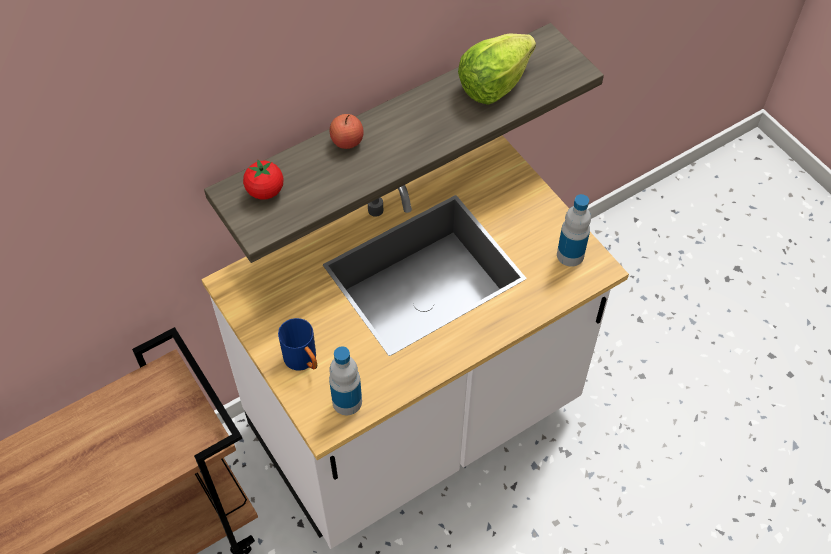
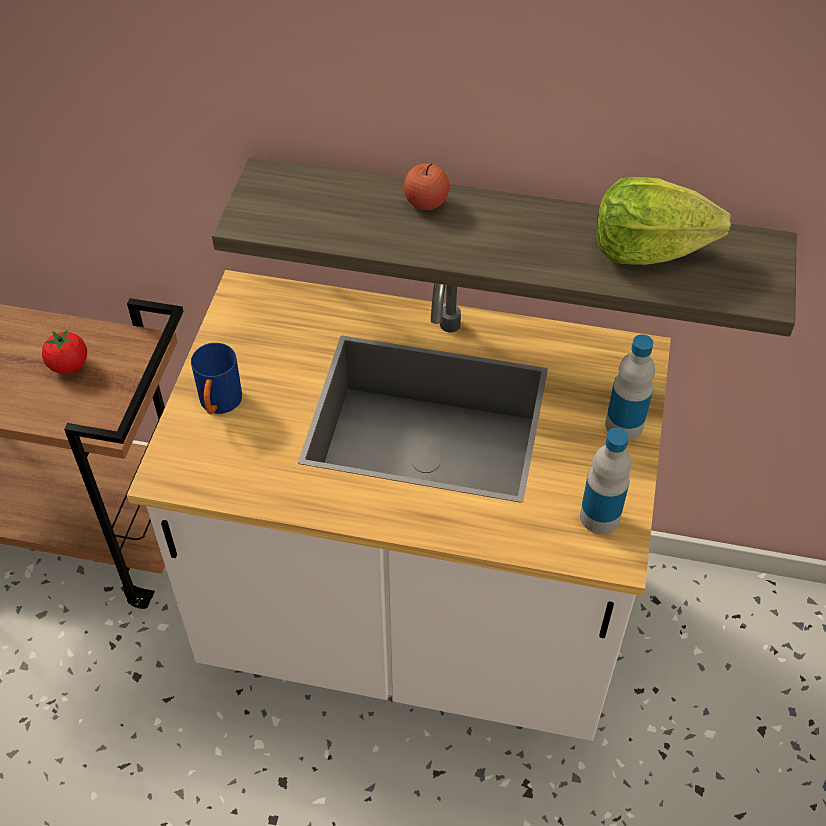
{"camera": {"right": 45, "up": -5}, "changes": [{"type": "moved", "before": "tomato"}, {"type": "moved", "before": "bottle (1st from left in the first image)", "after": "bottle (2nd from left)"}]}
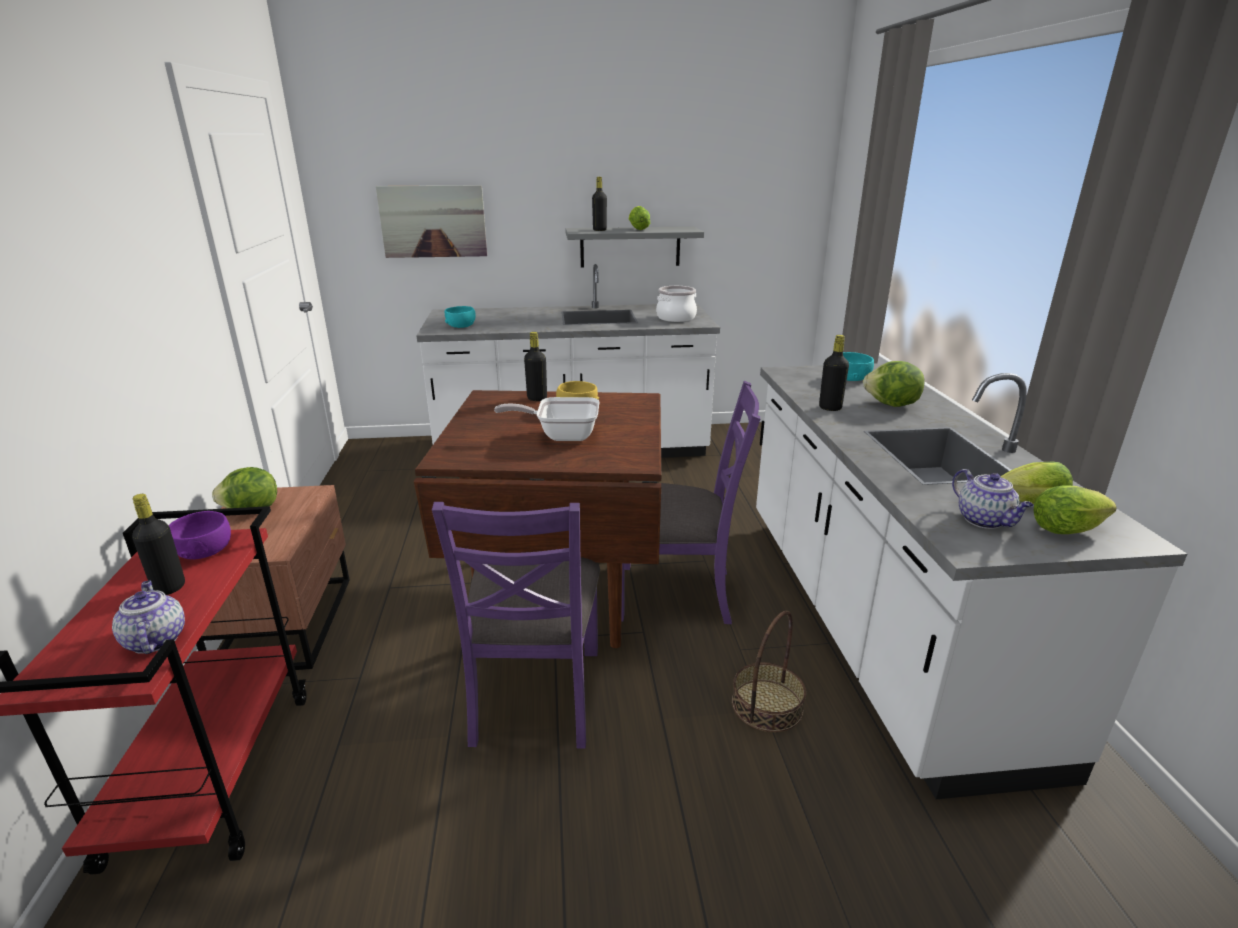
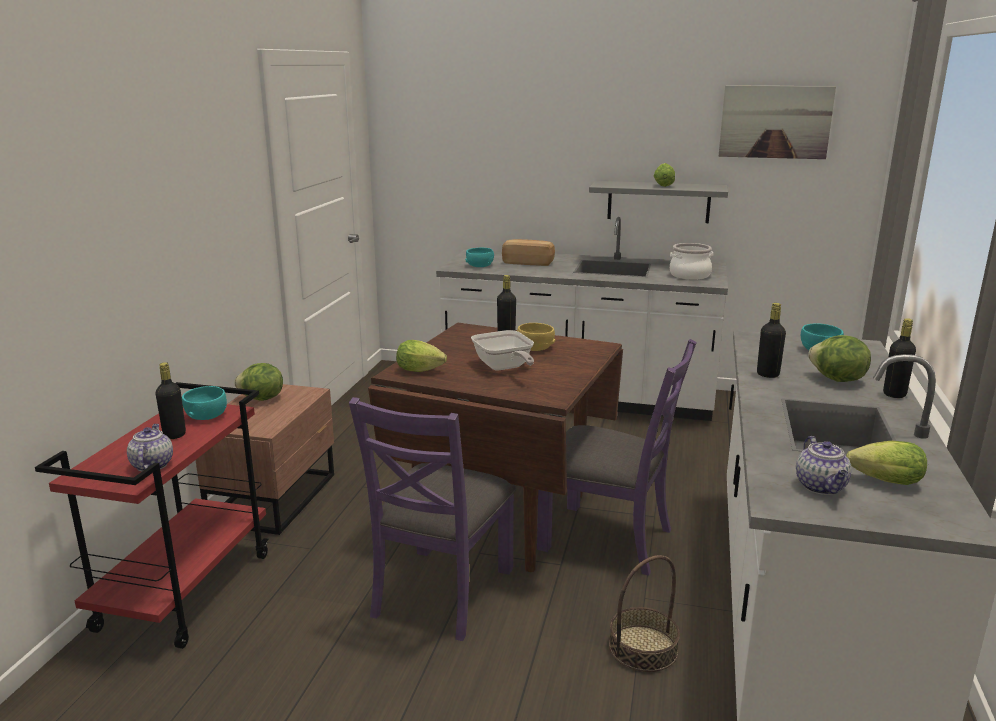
{"camera": {"right": 20, "up": -5}, "changes": [{"type": "added", "after": "bread"}, {"type": "moved", "before": "picture"}, {"type": "moved", "before": "black bottle (3rd from left in the first image)", "after": "black bottle (4th from left)"}, {"type": "moved", "before": "lettuce (5th from left in the first image)", "after": "lettuce (2nd from left)"}, {"type": "recoloured", "before": "purple bowl", "after": "turquoise bowl (1st from left)"}, {"type": "turned", "before": "frying pan", "turn": -135}]}
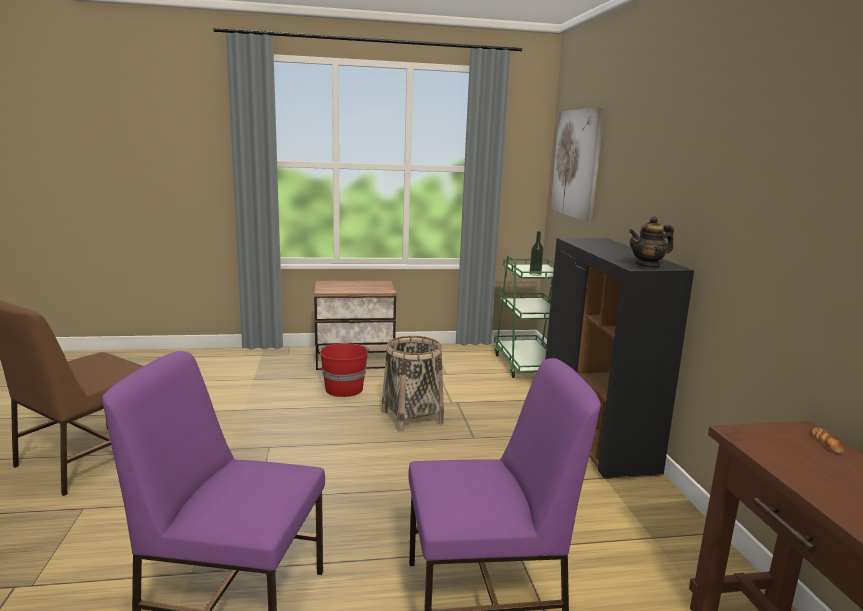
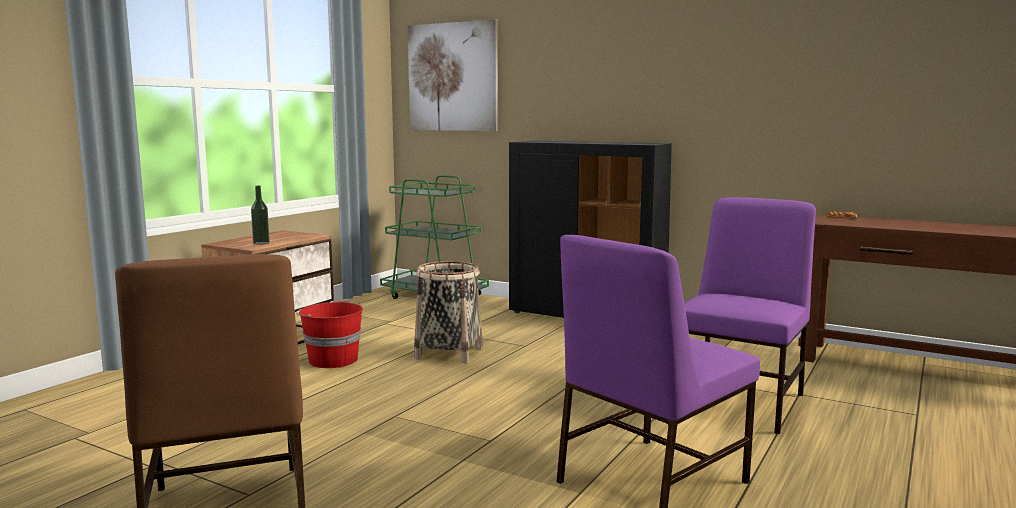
{"camera": {"right": -50, "up": -5}, "changes": [{"type": "removed", "before": "teapot"}, {"type": "moved", "before": "bottle"}]}
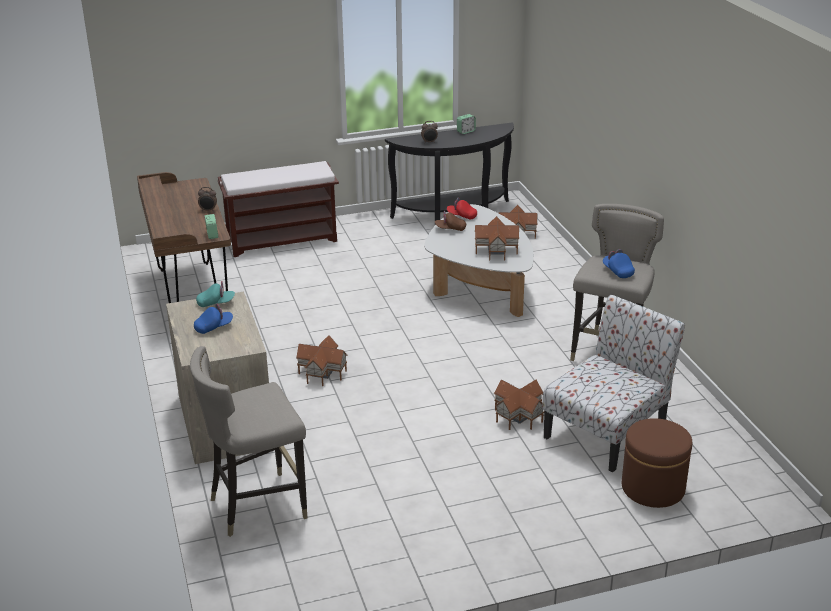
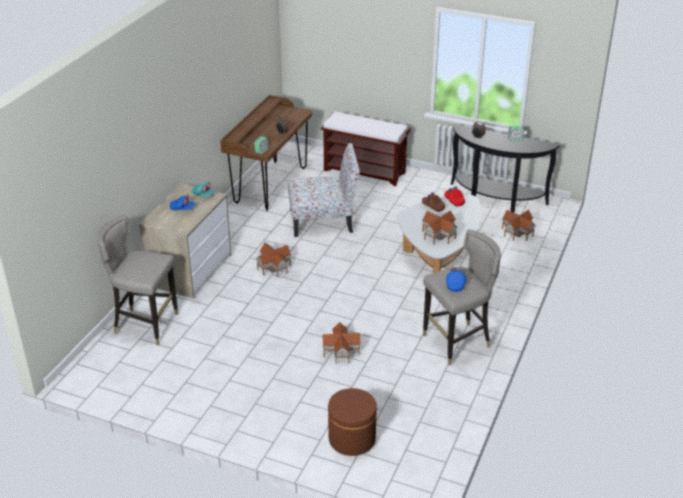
{"camera": {"right": 40, "up": 5}, "changes": [{"type": "moved", "before": "chair"}]}
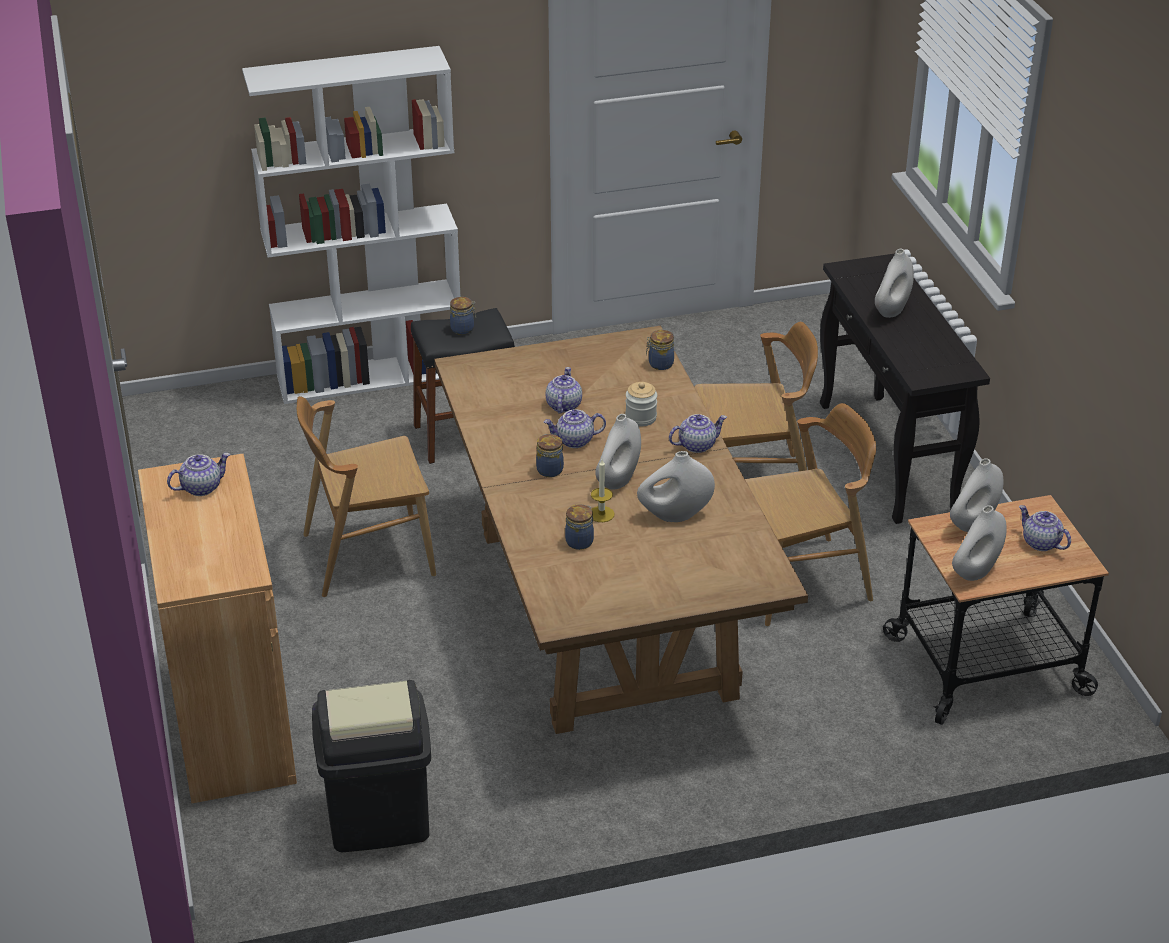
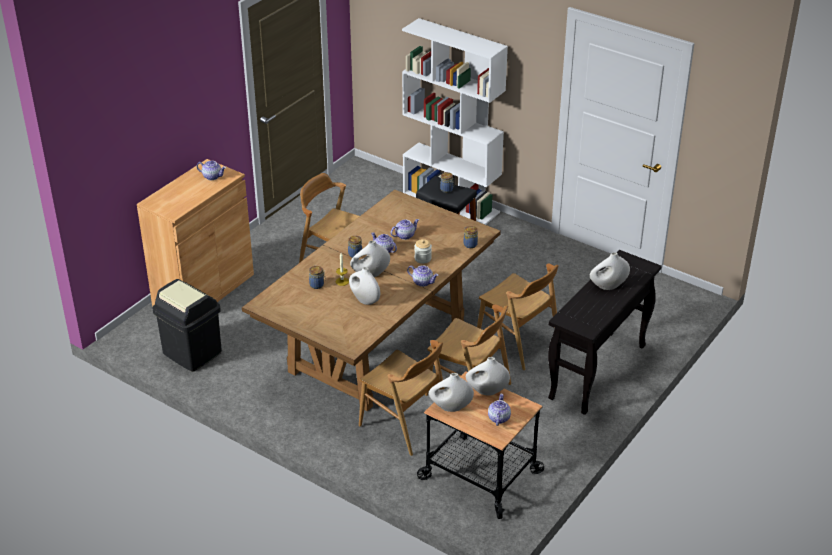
{"camera": {"right": 50, "up": 0}, "changes": [{"type": "added", "after": "brown chair (2nd from left)"}]}
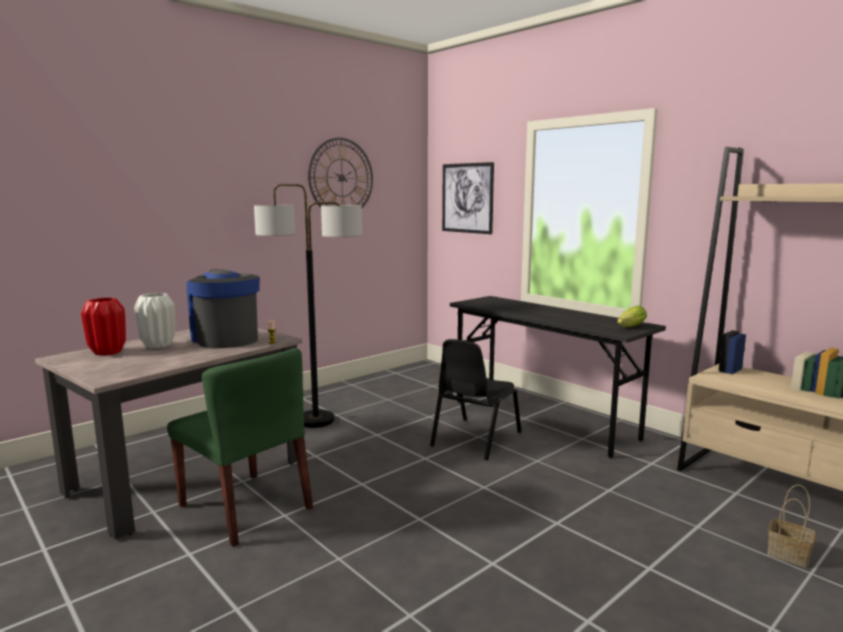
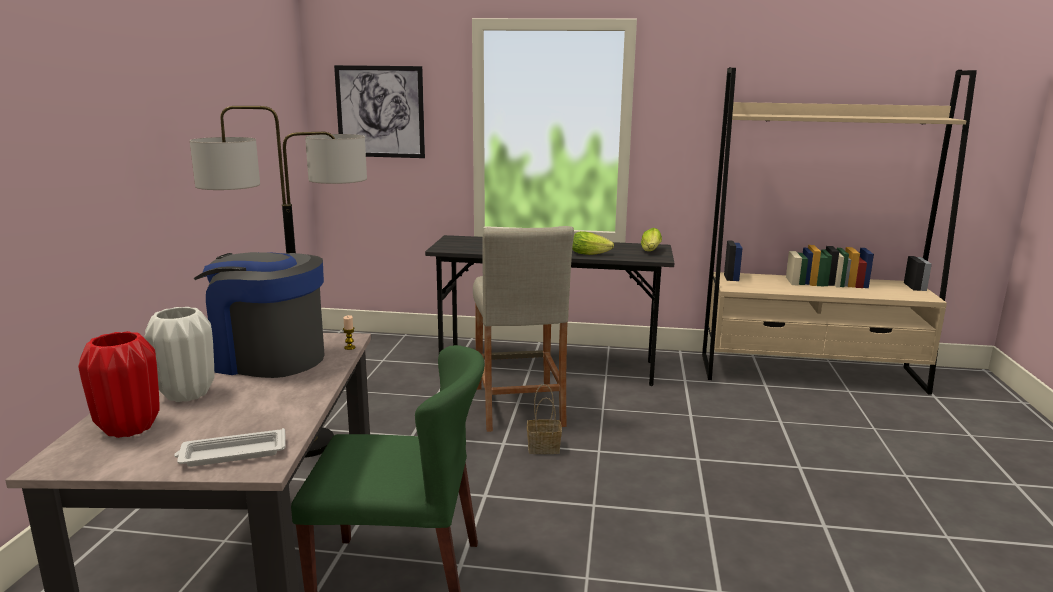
{"camera": {"right": -40, "up": 5}, "changes": [{"type": "removed", "before": "wall clock"}, {"type": "added", "after": "white tray"}, {"type": "added", "after": "lettuce (1st from left)"}, {"type": "moved", "before": "basket"}, {"type": "replaced", "before": "black chair", "after": "beige stool"}]}
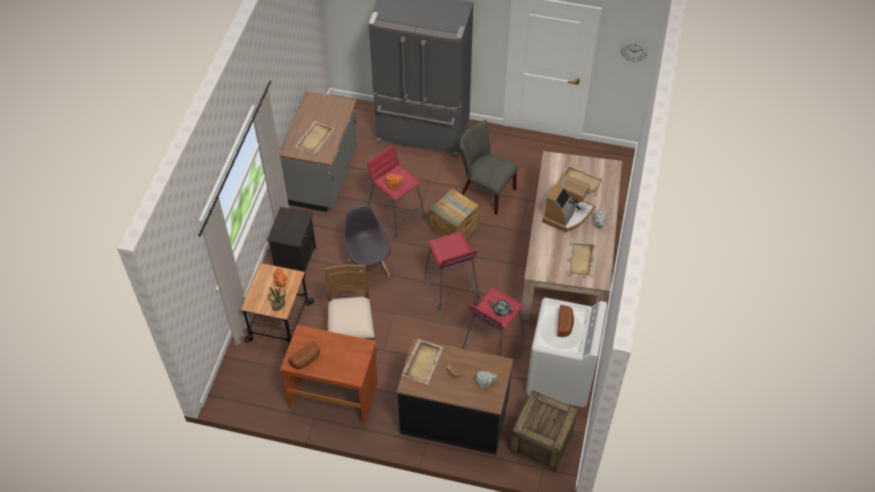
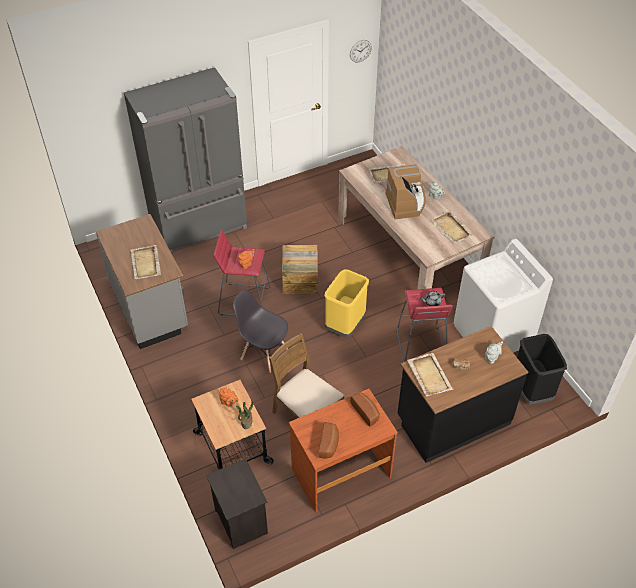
{"camera": {"right": -40, "up": -5}, "changes": [{"type": "removed", "before": "grey chair (2nd from left)"}, {"type": "moved", "before": "black nightstand"}, {"type": "moved", "before": "bread (3rd from left in the first image)", "after": "bread (2nd from left)"}, {"type": "replaced", "before": "red stool (2nd from left)", "after": "yellow trash can"}, {"type": "replaced", "before": "crate (2nd from left)", "after": "black trash can"}]}
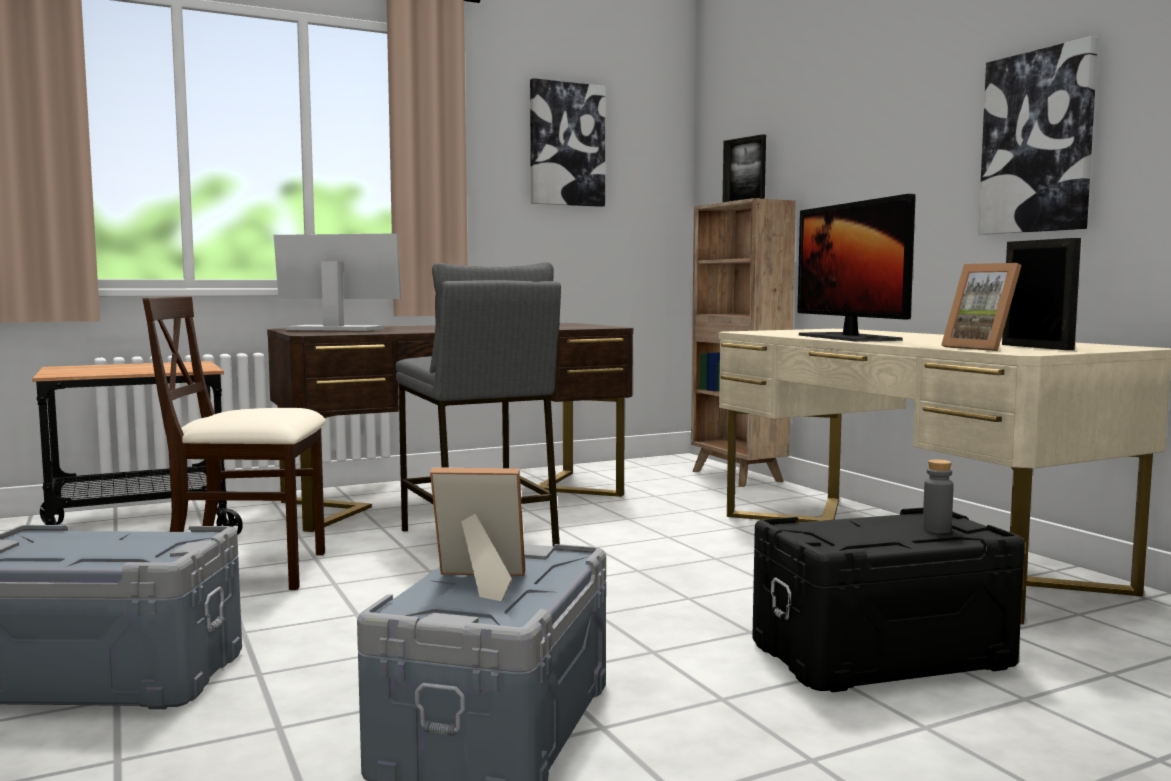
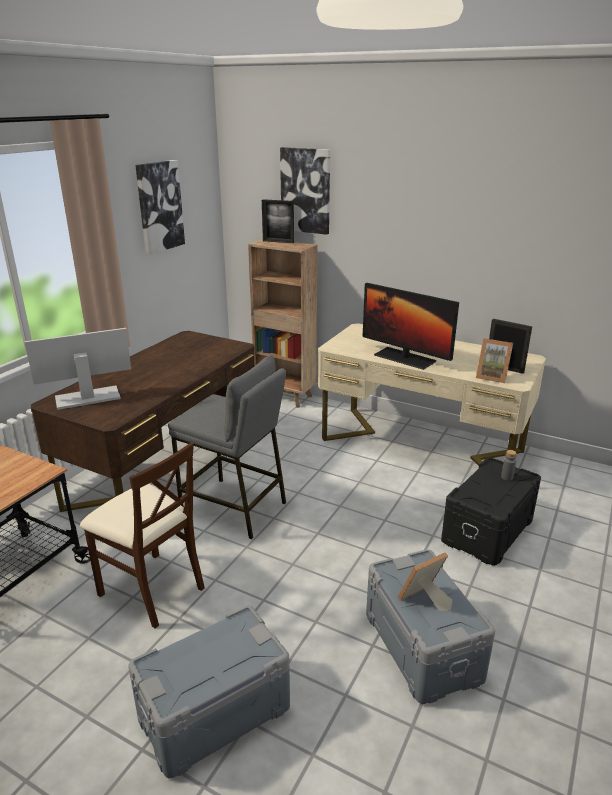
{"camera": {"right": -35, "up": 20}, "changes": [{"type": "moved", "before": "picture (2nd from left)"}, {"type": "turned", "before": "beige chair", "turn": -105}]}
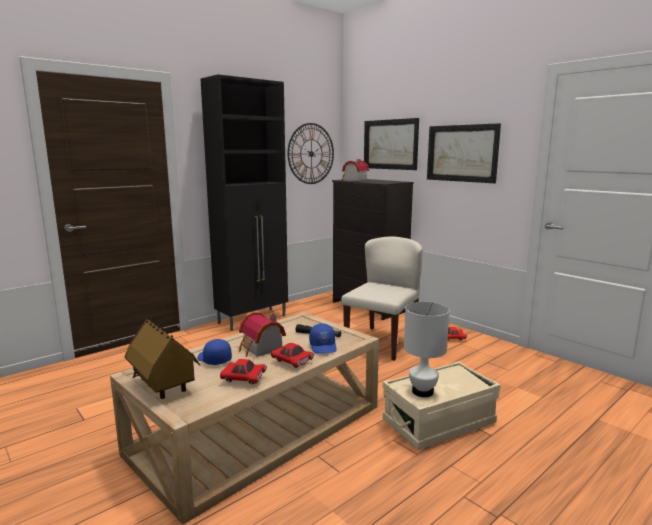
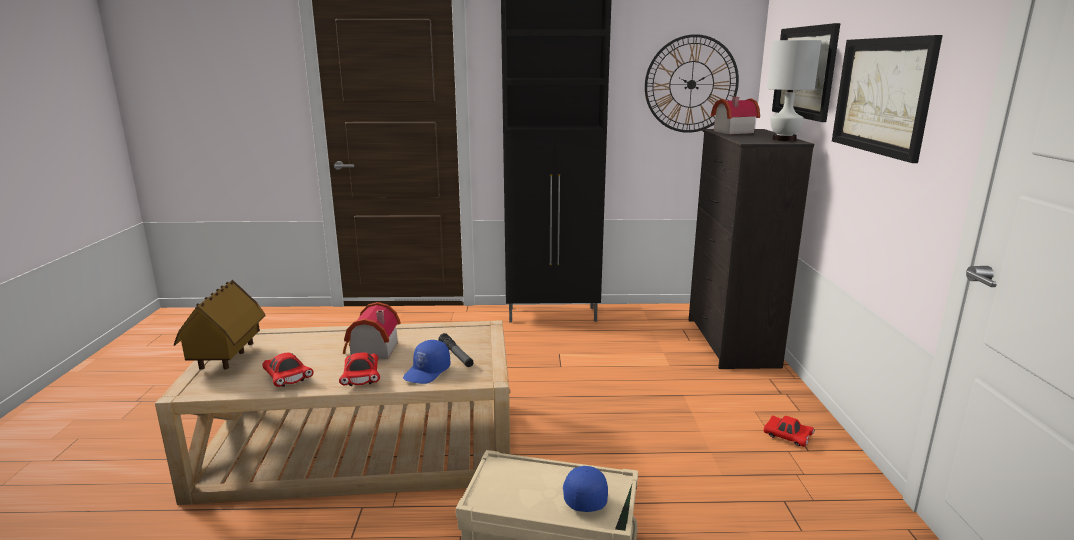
{"camera": {"right": 40, "up": 5}, "changes": [{"type": "removed", "before": "beige chair"}, {"type": "moved", "before": "blue cap (1st from left in the first image)", "after": "blue cap (2nd from left)"}, {"type": "moved", "before": "white table lamp"}]}
